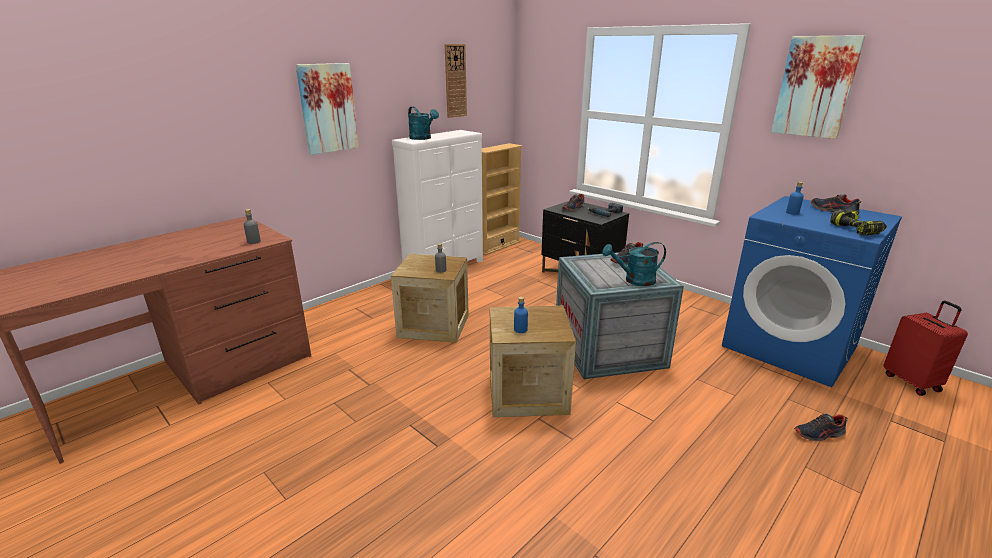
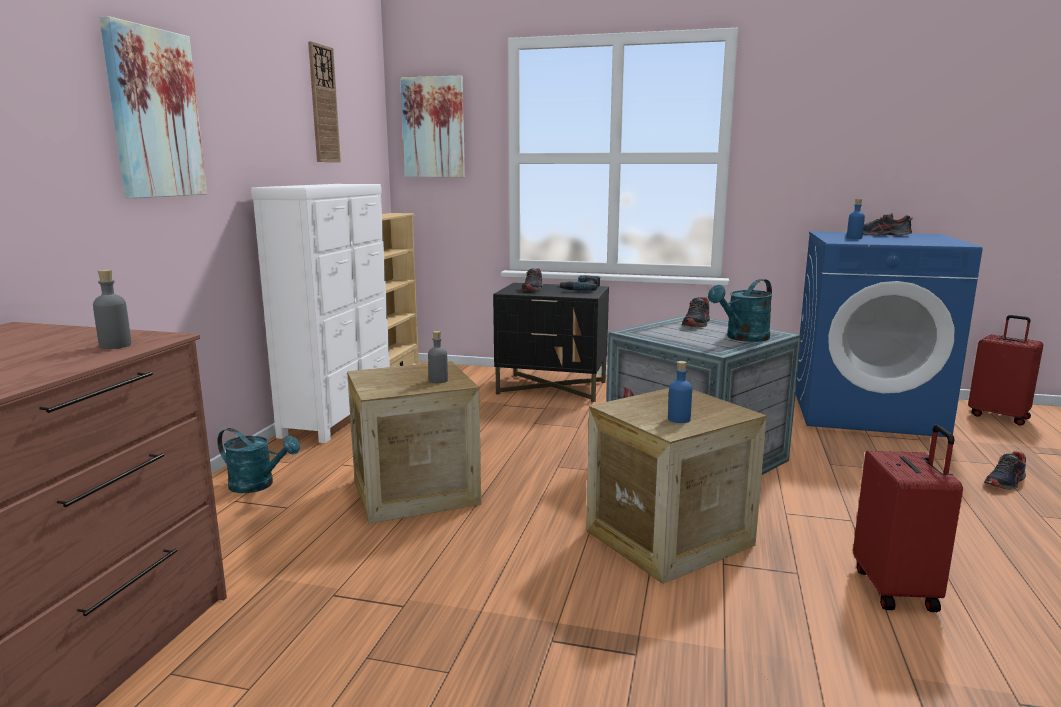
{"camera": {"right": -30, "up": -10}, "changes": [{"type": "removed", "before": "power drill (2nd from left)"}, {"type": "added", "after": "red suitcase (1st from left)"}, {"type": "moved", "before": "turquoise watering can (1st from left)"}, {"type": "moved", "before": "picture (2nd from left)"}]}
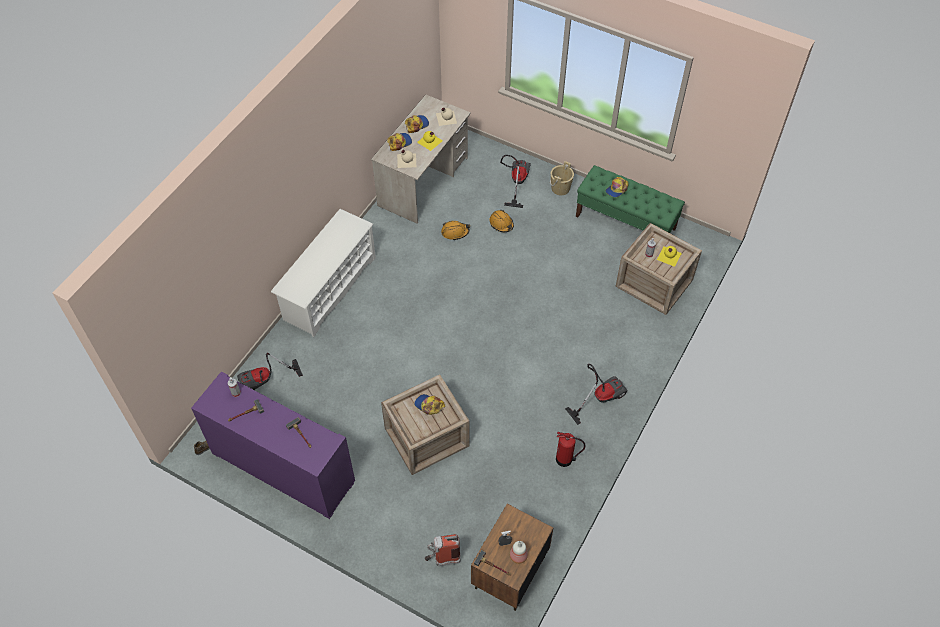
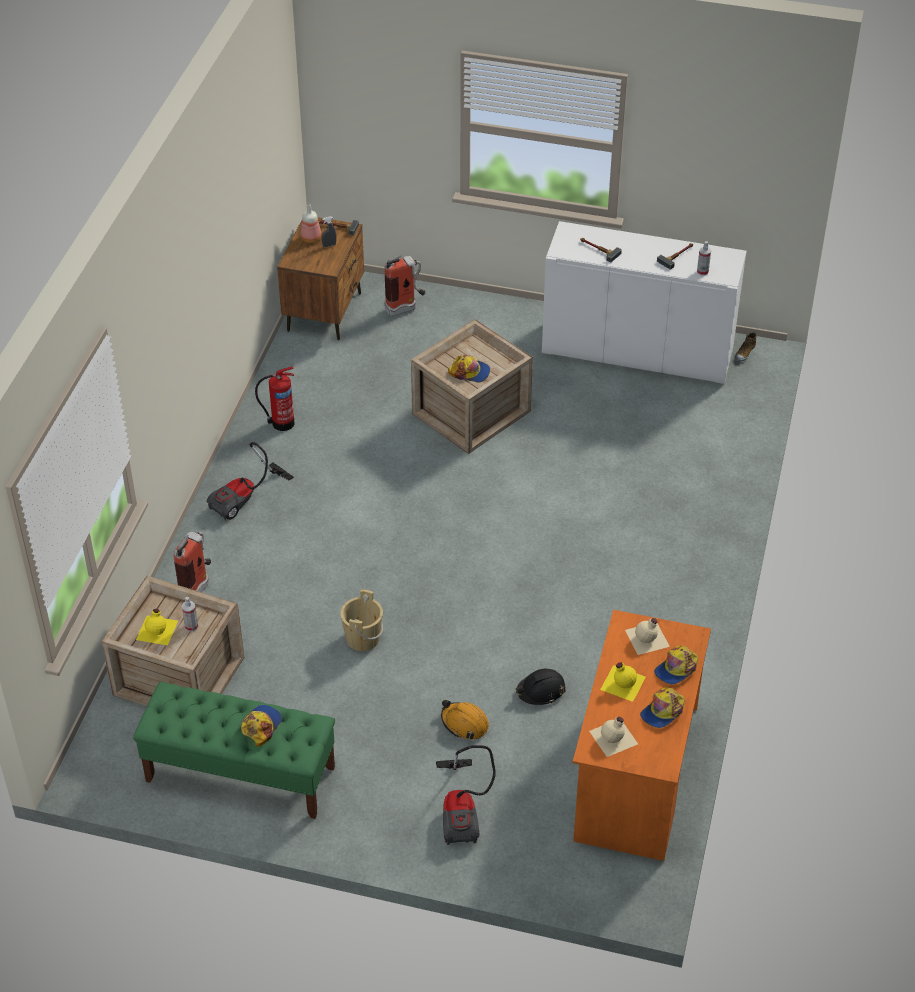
{"camera": {"right": 165, "up": -10}, "changes": [{"type": "removed", "before": "vacuum cleaner (1st from left)"}, {"type": "removed", "before": "white shoe rack"}, {"type": "added", "after": "fire extinguisher (1st from left)"}, {"type": "moved", "before": "beige bucket"}, {"type": "recoloured", "before": "purple cabinet", "after": "white cabinet"}, {"type": "recoloured", "before": "beige desk", "after": "orange desk"}, {"type": "recoloured", "before": "orange hard hat (1st from left)", "after": "black hard hat"}]}
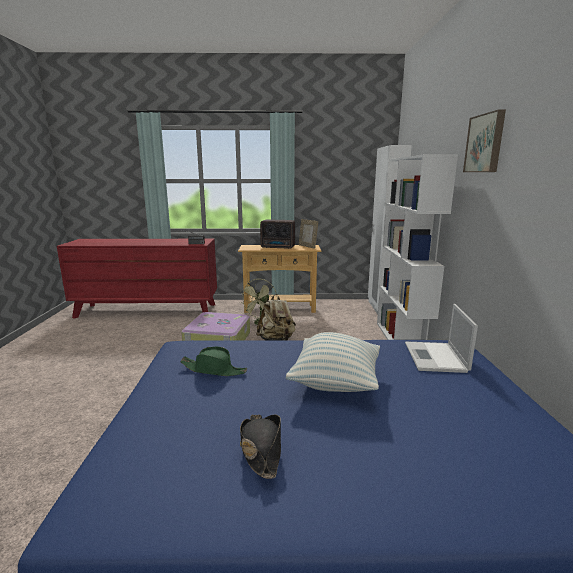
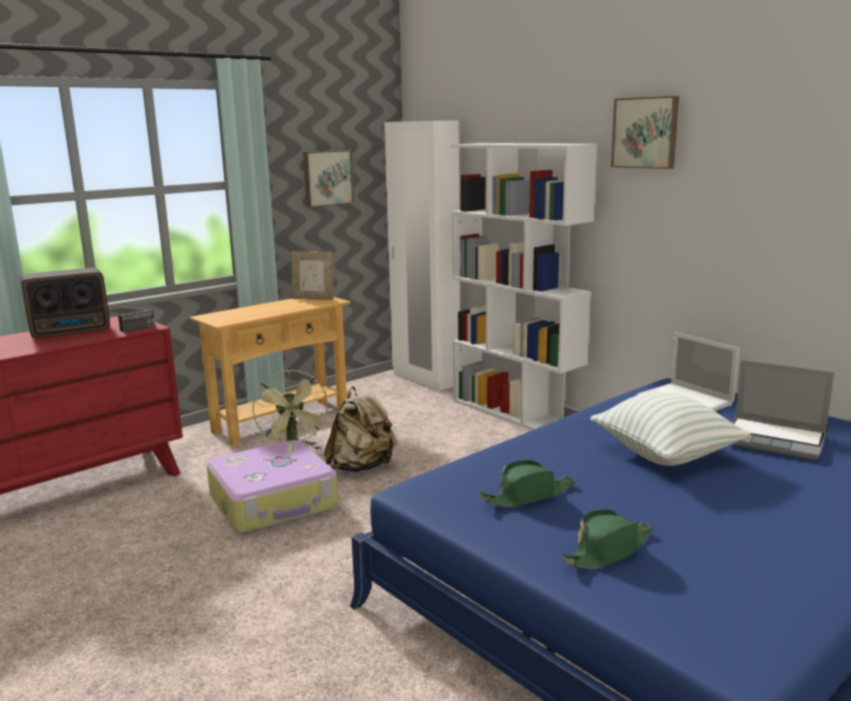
{"camera": {"right": -40, "up": 0}, "changes": [{"type": "removed", "before": "black hat"}, {"type": "added", "after": "picture (1st from left)"}, {"type": "added", "after": "green hat (2nd from left)"}, {"type": "added", "after": "laptop (2nd from left)"}, {"type": "moved", "before": "radio (2nd from left in the first image)", "after": "radio (1st from left)"}]}
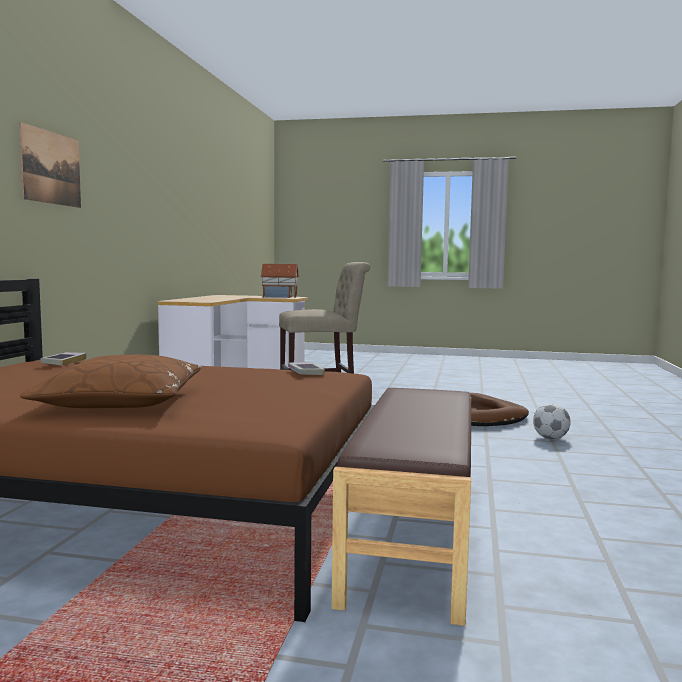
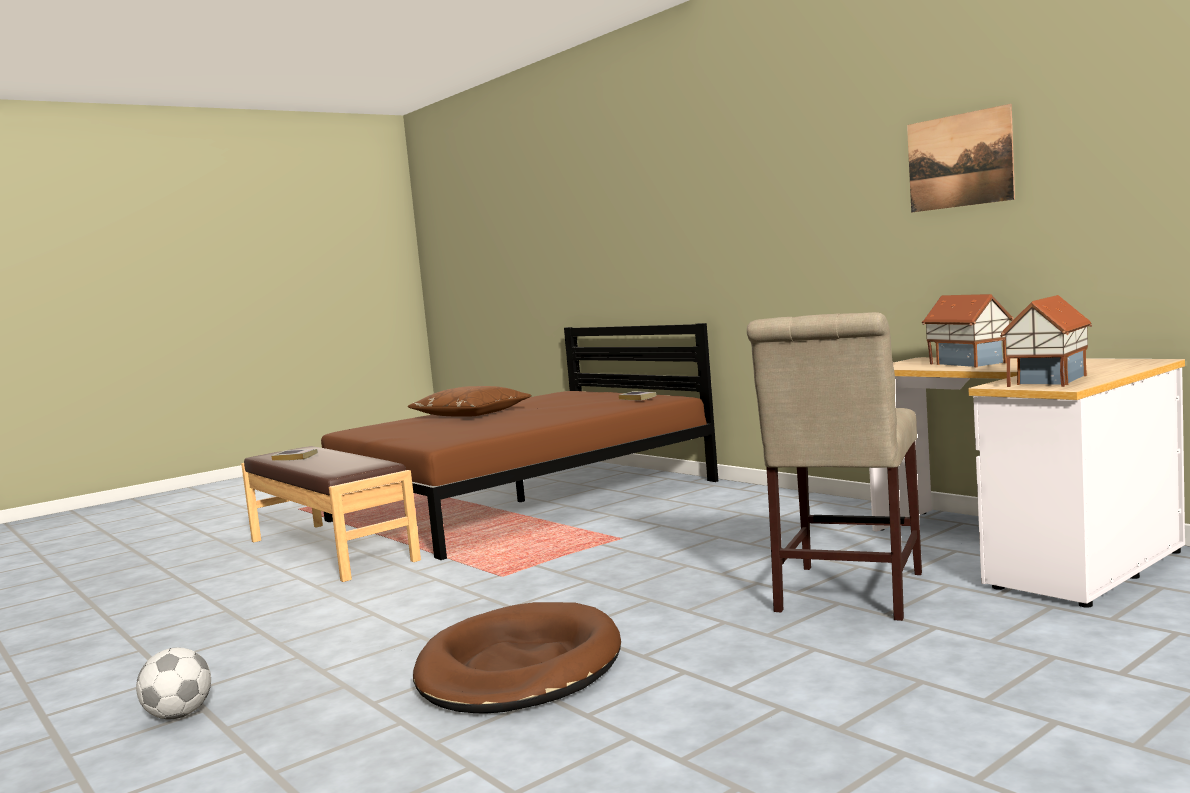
{"camera": {"right": 130, "up": 0}, "changes": [{"type": "added", "after": "toy house (1st from left)"}, {"type": "moved", "before": "picture"}, {"type": "moved", "before": "book (2nd from left in the first image)", "after": "book (1st from left)"}, {"type": "moved", "before": "football"}]}
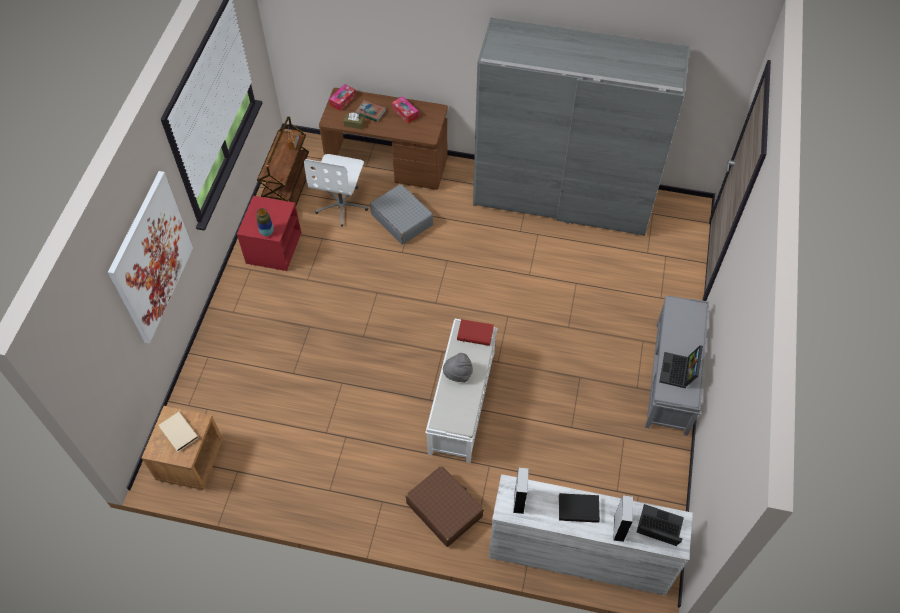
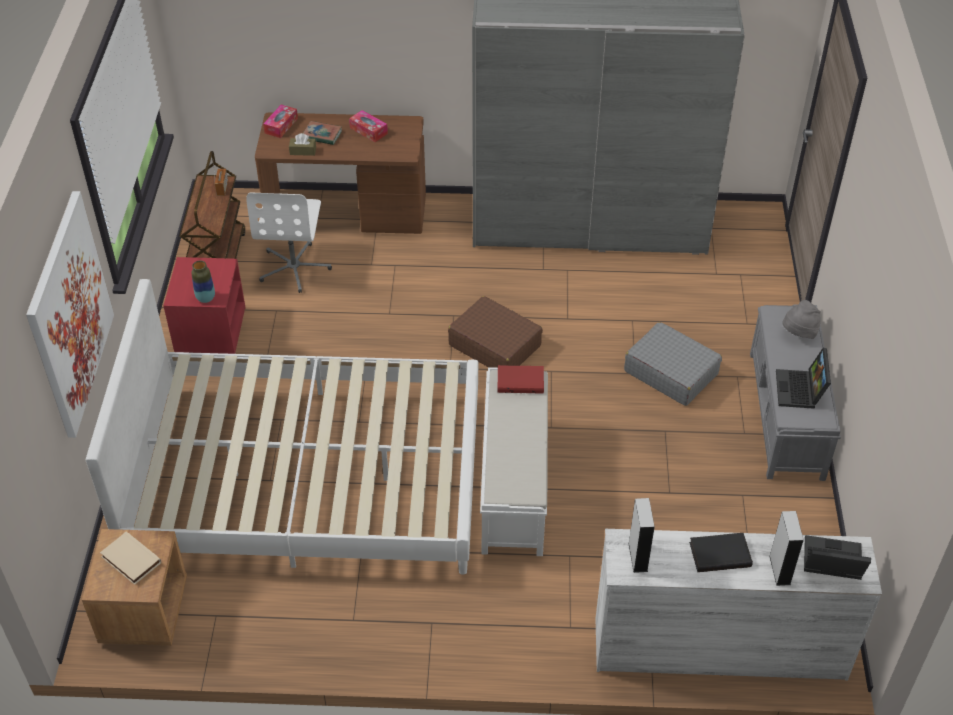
{"camera": {"right": -10, "up": -10}, "changes": [{"type": "added", "after": "white bed"}, {"type": "moved", "before": "grey suitcase"}, {"type": "moved", "before": "brown suitcase"}, {"type": "moved", "before": "grey hat"}]}
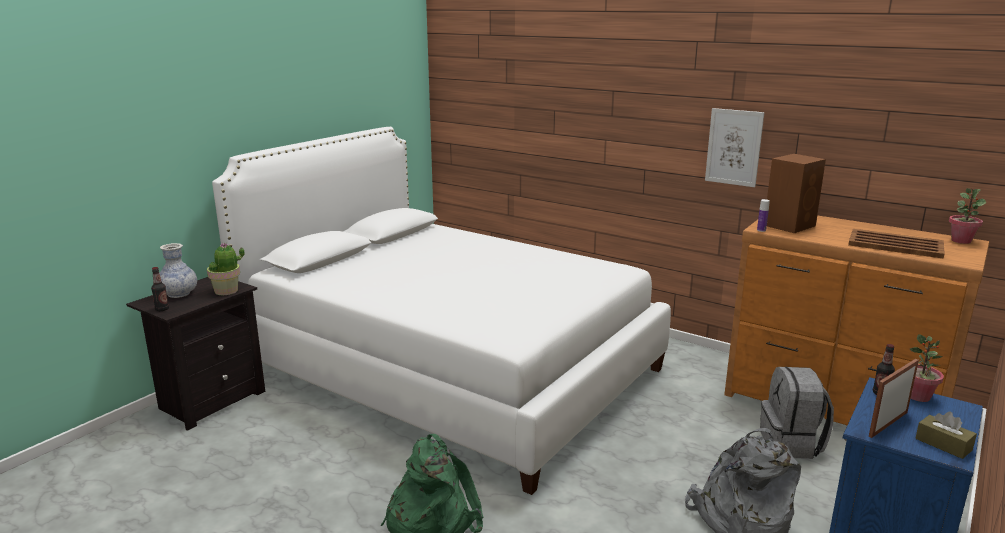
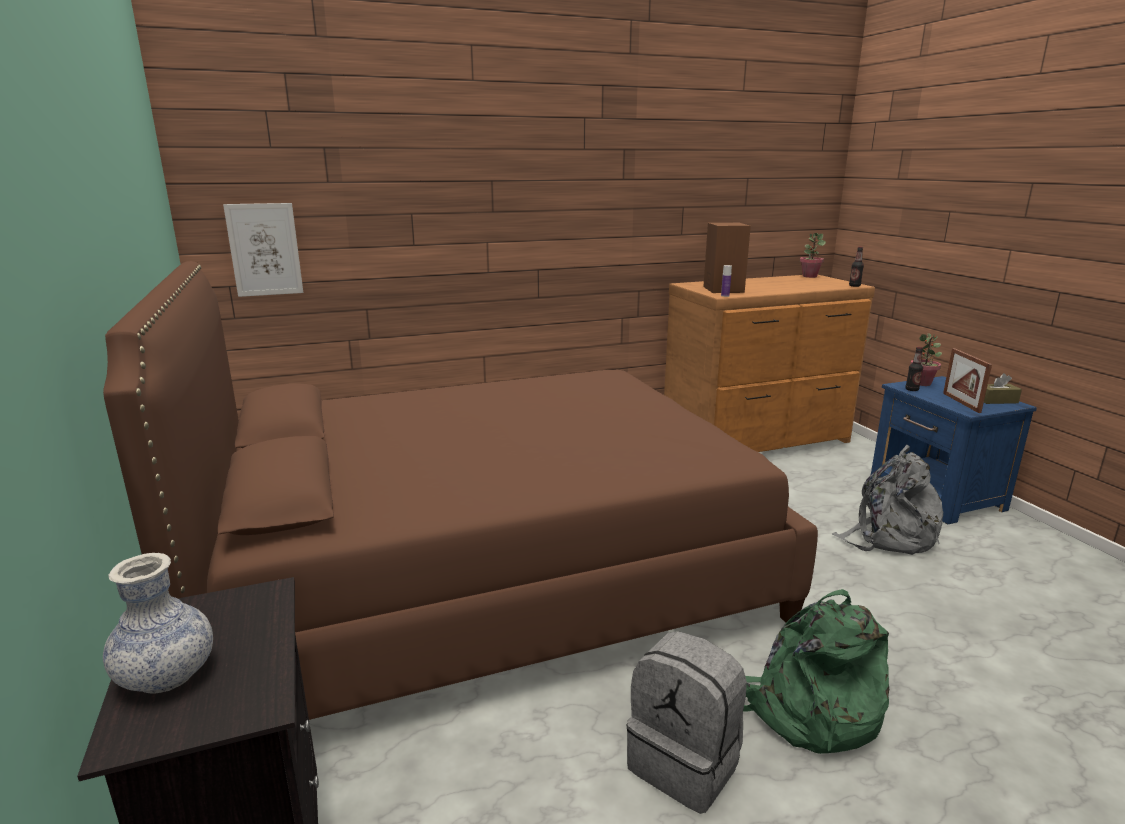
{"camera": {"right": -55, "up": 0}, "changes": [{"type": "removed", "before": "potted plant (1st from left)"}, {"type": "removed", "before": "brown tray"}, {"type": "moved", "before": "bottle (1st from left in the first image)", "after": "bottle (2nd from left)"}, {"type": "moved", "before": "picture"}, {"type": "moved", "before": "grey backpack (2nd from left in the first image)", "after": "grey backpack (1st from left)"}, {"type": "recoloured", "before": "white bed", "after": "brown bed"}]}
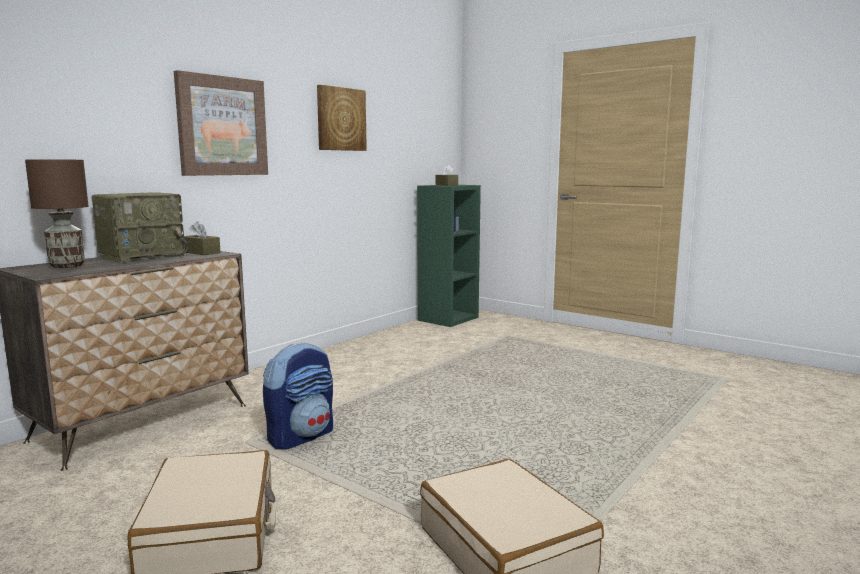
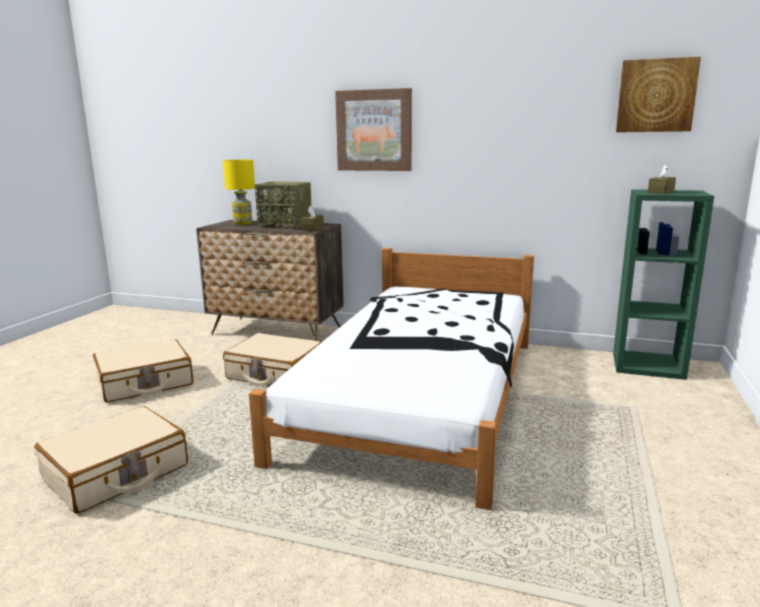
{"camera": {"right": 70, "up": 5}, "changes": [{"type": "added", "after": "white bed"}, {"type": "moved", "before": "picture (2nd from left)"}, {"type": "replaced", "before": "backpack", "after": "beige suitcase (3rd from left)"}, {"type": "recoloured", "before": "brown table lamp", "after": "yellow table lamp"}]}
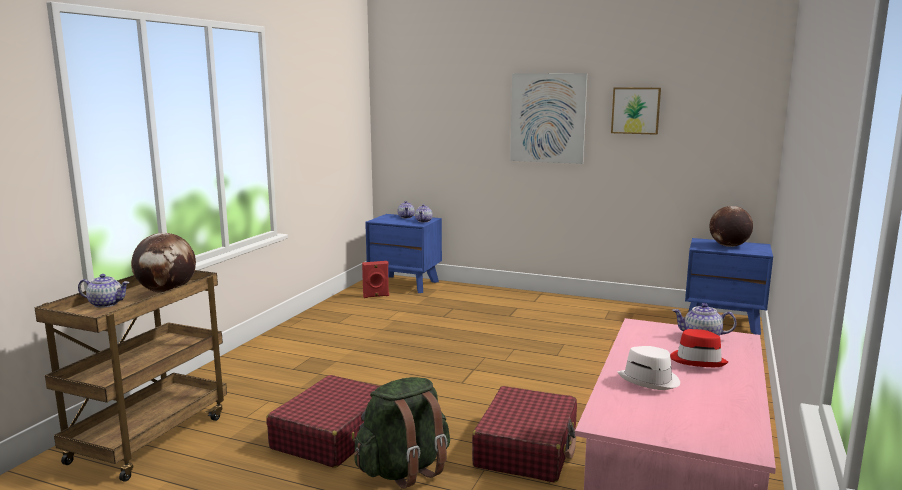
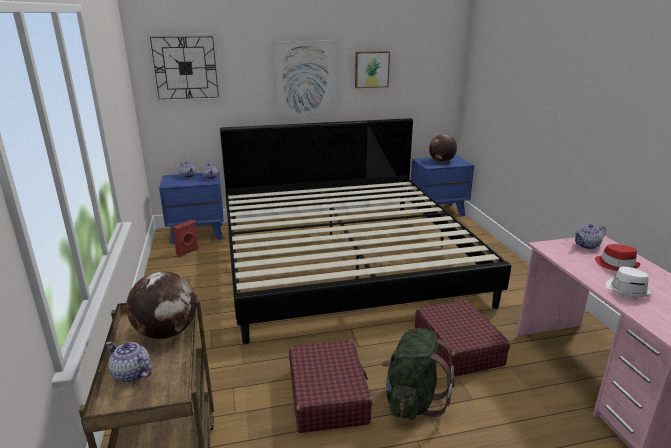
{"camera": {"right": -35, "up": 10}, "changes": [{"type": "added", "after": "wall clock"}, {"type": "added", "after": "bed"}, {"type": "turned", "before": "teapot (1st from left)", "turn": -120}]}
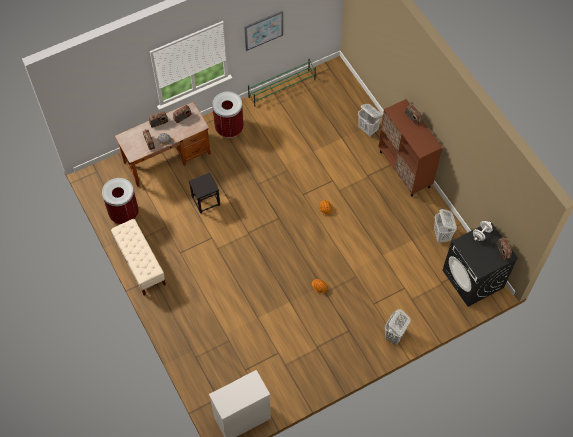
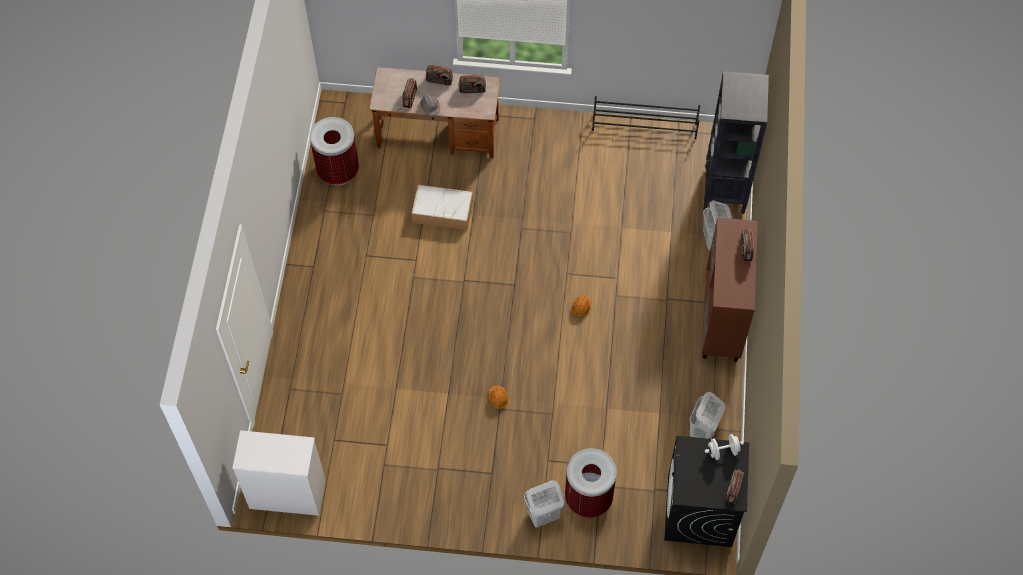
{"camera": {"right": 35, "up": 0}, "changes": [{"type": "removed", "before": "beige bench"}, {"type": "removed", "before": "picture"}, {"type": "added", "after": "black bookcase"}, {"type": "moved", "before": "trash can (2nd from left)"}, {"type": "replaced", "before": "black stool", "after": "storage box"}, {"type": "recoloured", "before": "green shoe rack", "after": "black shoe rack"}]}
